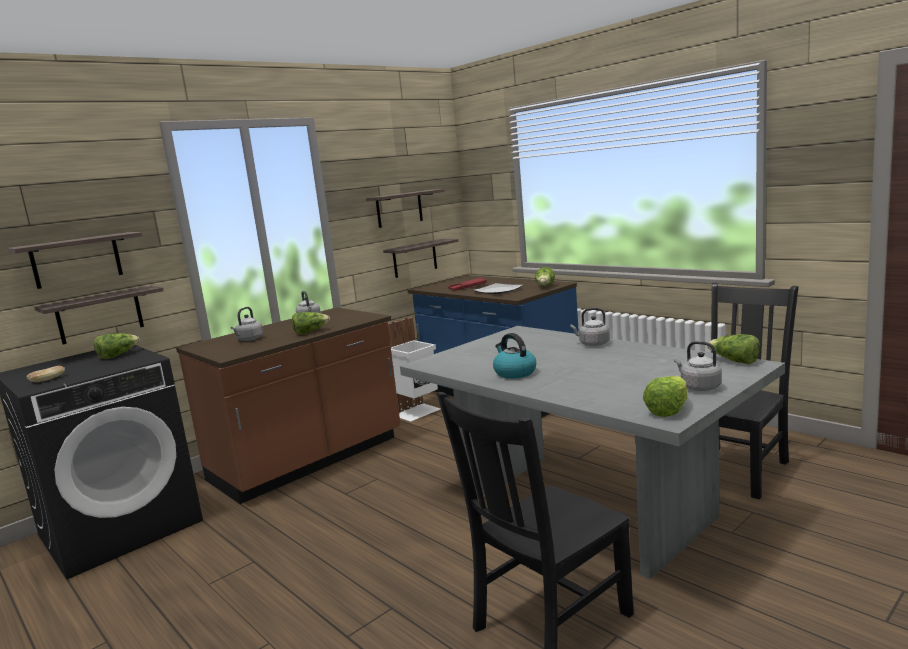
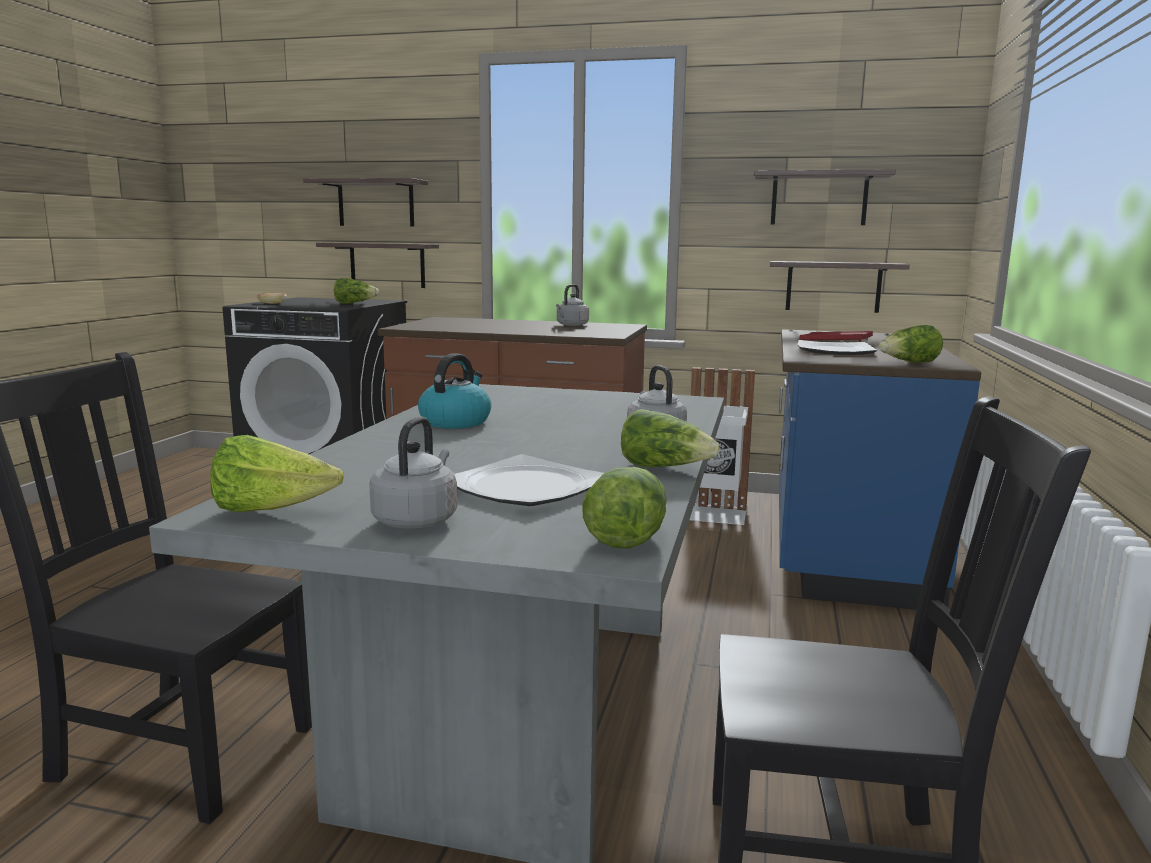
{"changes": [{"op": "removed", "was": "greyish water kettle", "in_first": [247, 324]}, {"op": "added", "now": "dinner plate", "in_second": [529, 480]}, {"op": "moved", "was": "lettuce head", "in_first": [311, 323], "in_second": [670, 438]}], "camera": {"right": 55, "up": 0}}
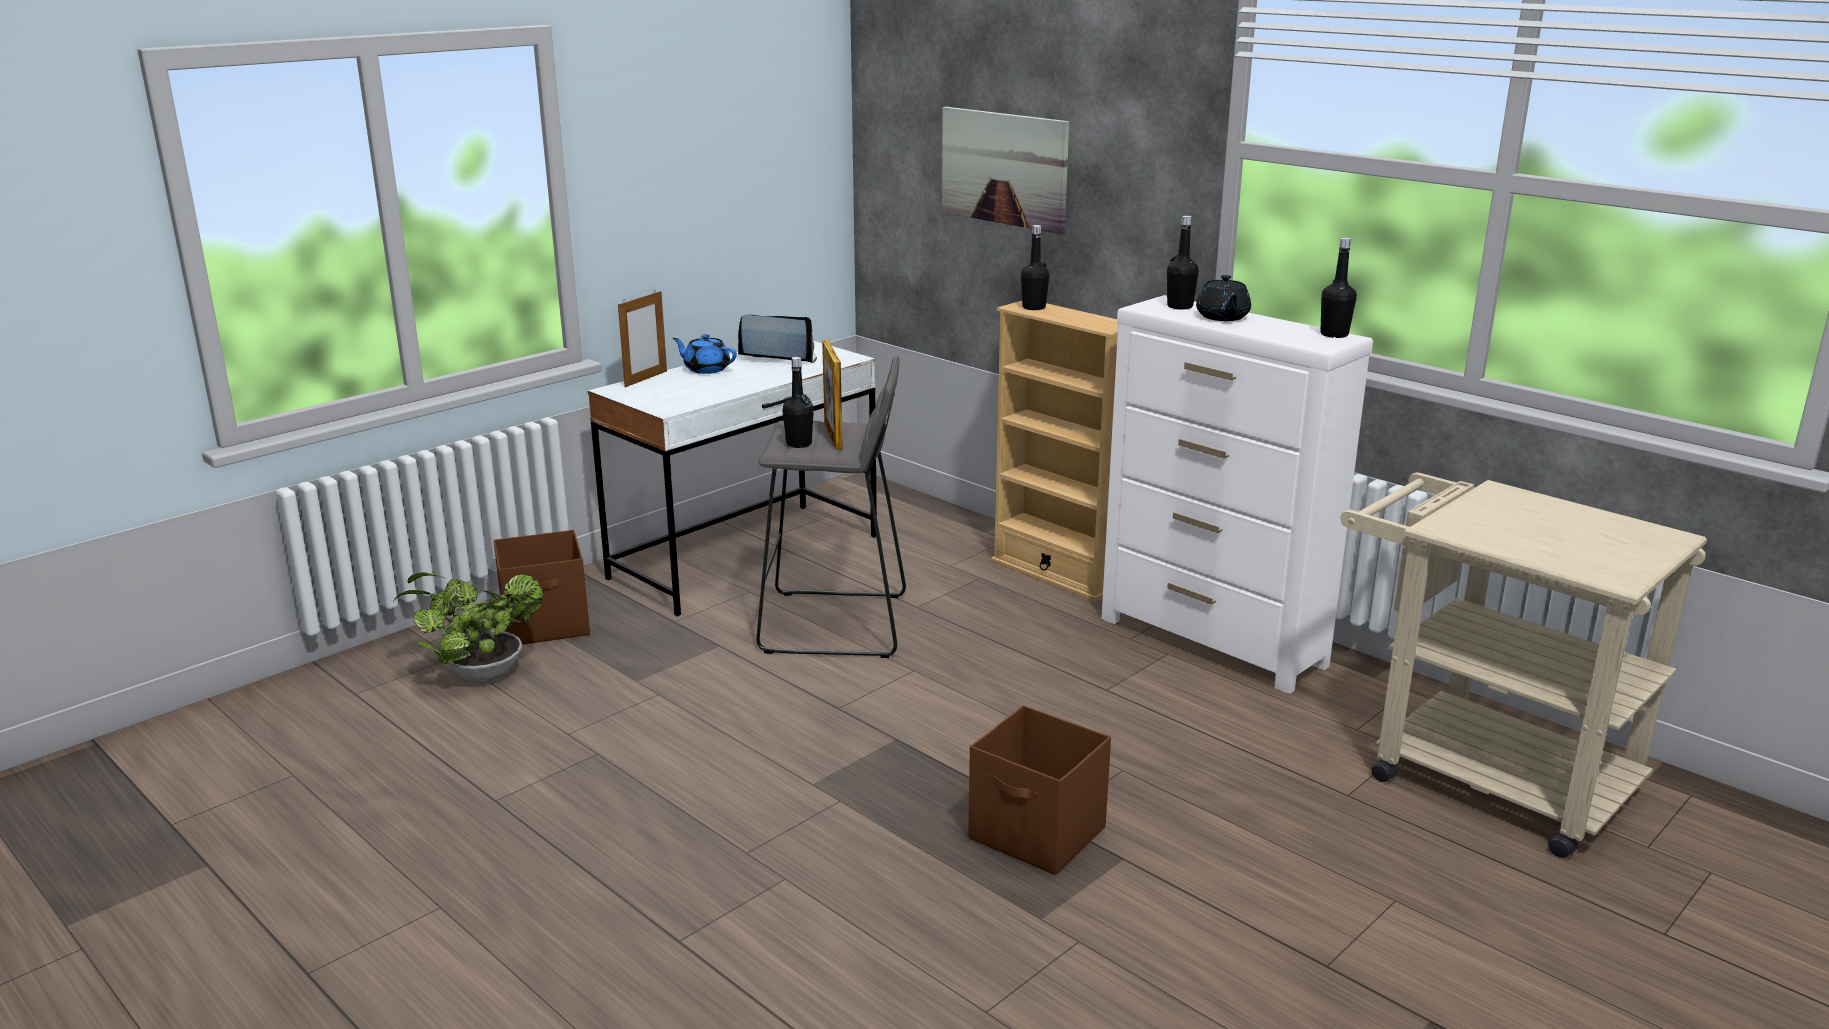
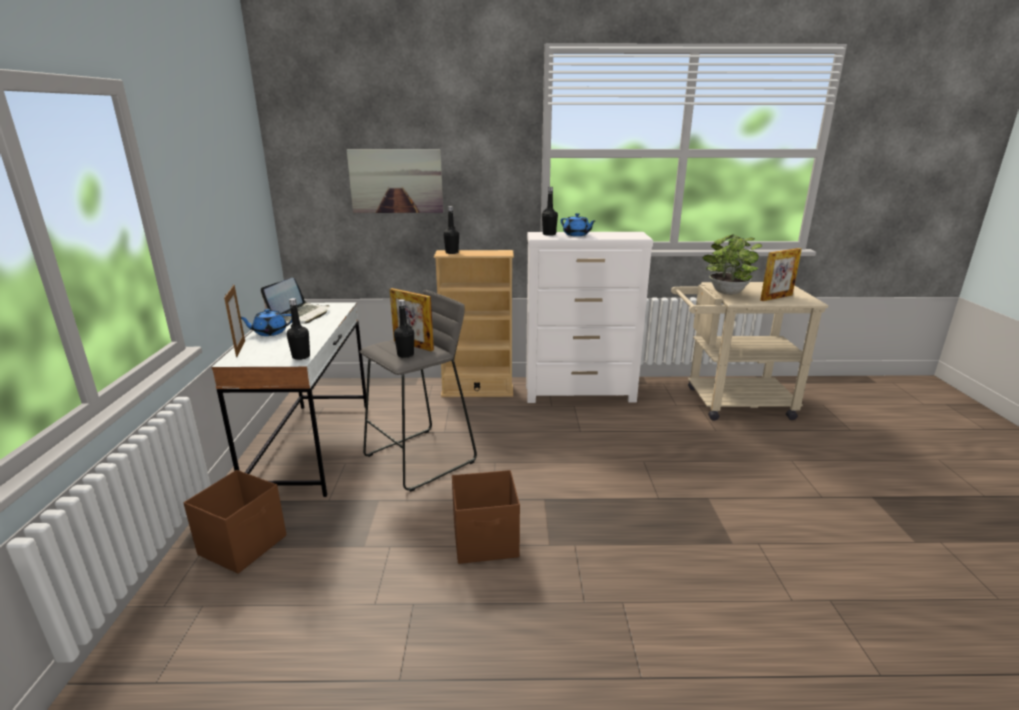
{"changes": [{"op": "added", "now": "standing frame", "in_second": [781, 274]}, {"op": "moved", "was": "plant in a pot", "in_first": [468, 627], "in_second": [732, 264]}, {"op": "moved", "was": "brownish storage container", "in_first": [1039, 790], "in_second": [486, 517]}, {"op": "moved", "was": "blackish beverage bottle", "in_first": [1338, 287], "in_second": [298, 329]}, {"op": "recoloured", "was": "blackish teapot", "now": "blue-coloured teapot", "in_first": [1223, 298], "in_second": [578, 224]}, {"op": "turned", "was": "laptop", "in_first": [777, 339], "in_second": [295, 301], "clockwise": 150}], "camera": {"right": -45, "up": 0}}
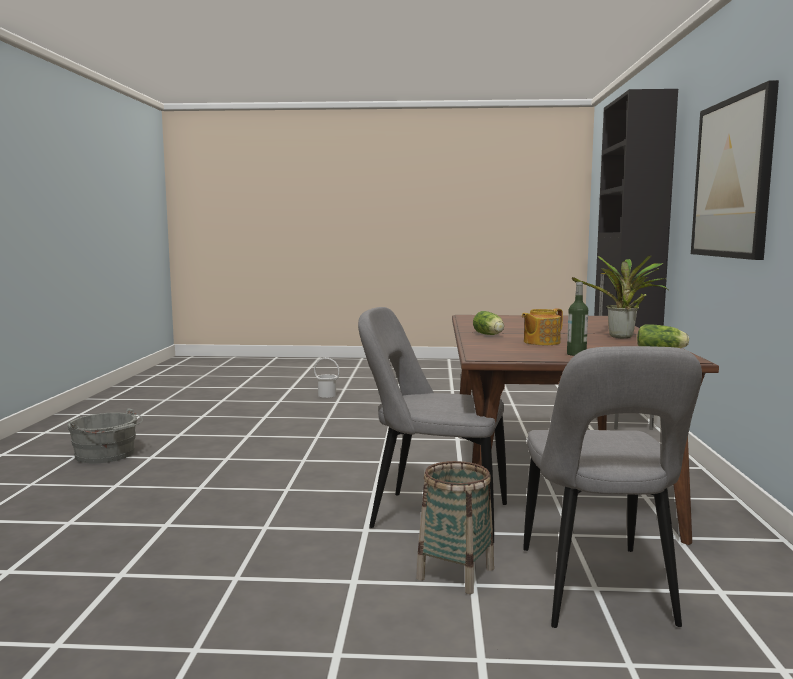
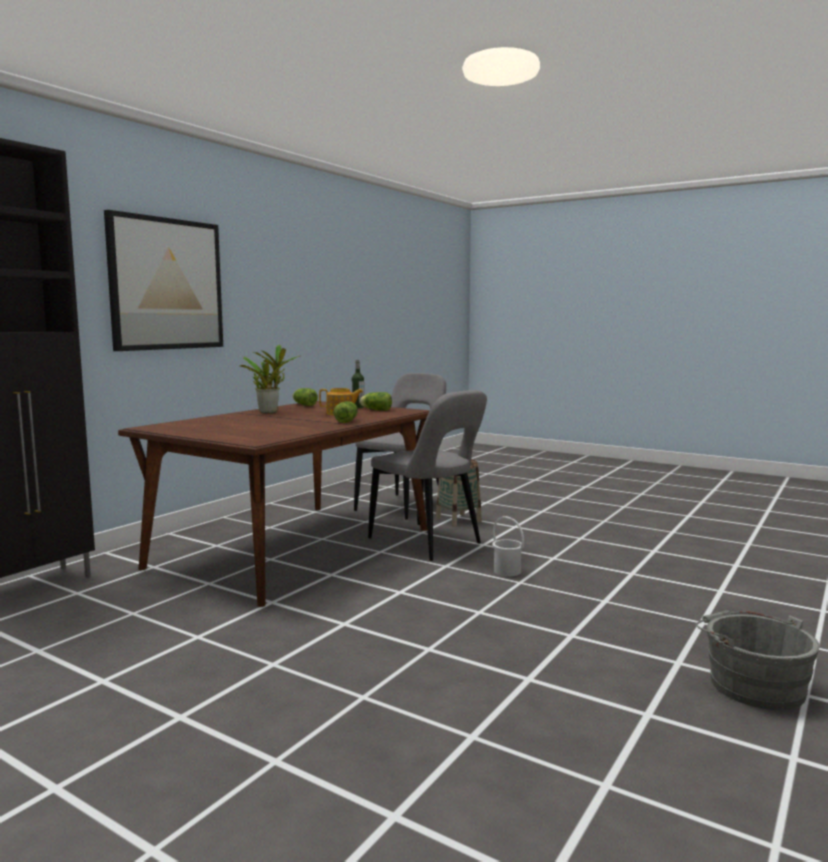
{"changes": [{"op": "added", "now": "lettuce head", "in_second": [375, 401]}, {"op": "moved", "was": "white-coloured pail", "in_first": [327, 378], "in_second": [508, 546]}], "camera": {"right": -150, "up": 0}}
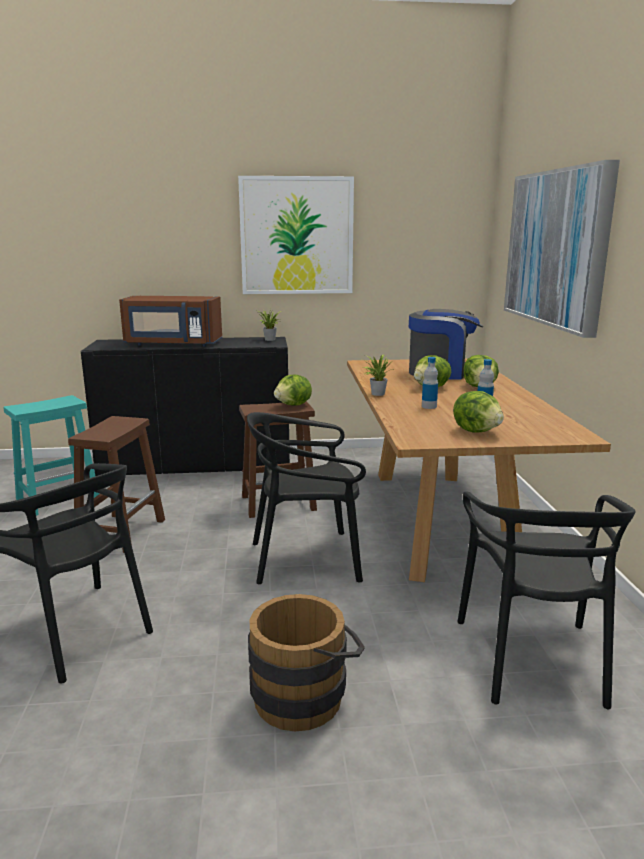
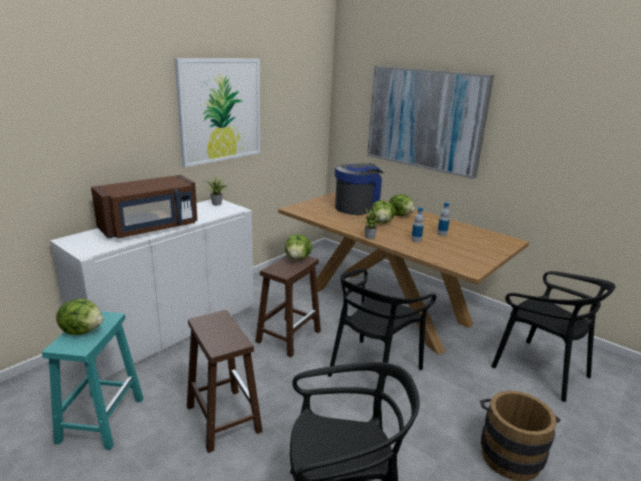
{"changes": [{"op": "moved", "was": "lettuce head", "in_first": [478, 412], "in_second": [79, 317]}, {"op": "recoloured", "was": "blackish storage cabinet", "now": "white-coloured storage cabinet", "in_first": [185, 406], "in_second": [151, 289]}], "camera": {"right": -45, "up": 5}}
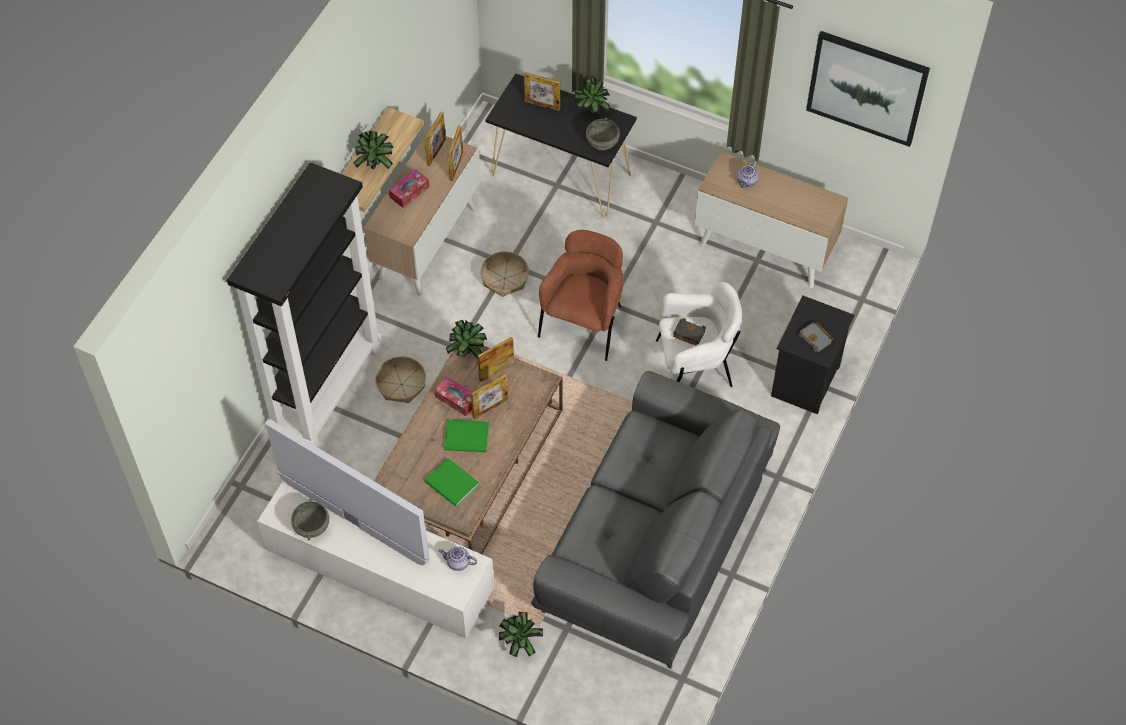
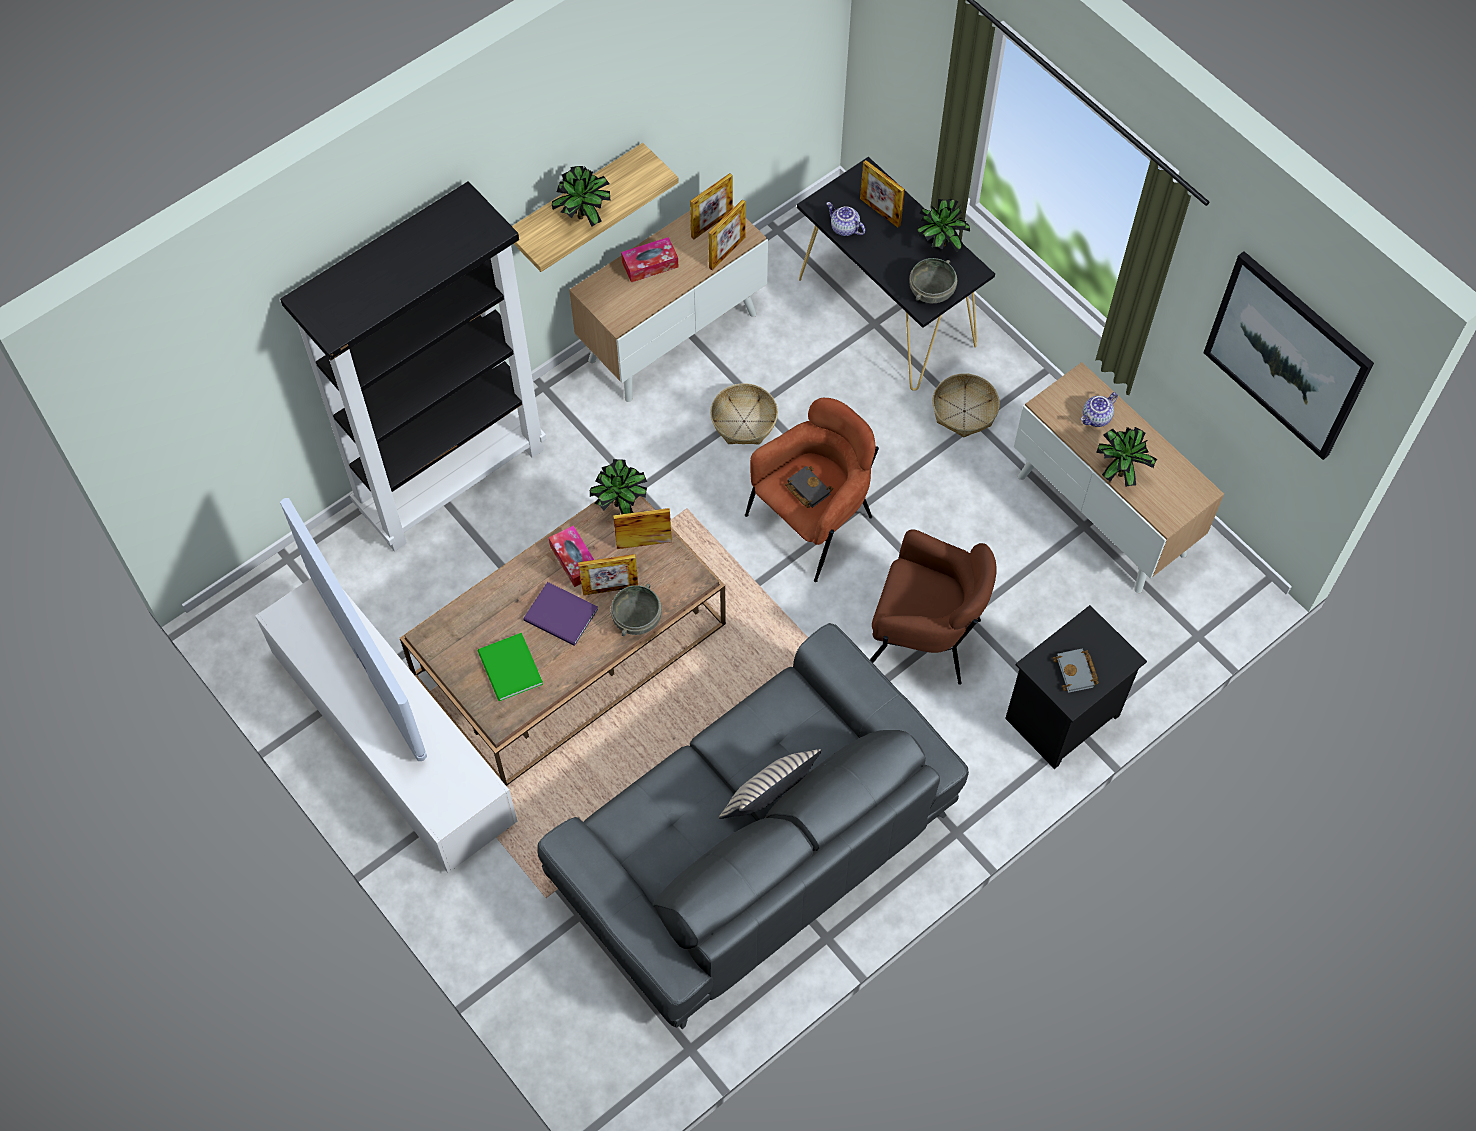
{"changes": [{"op": "added", "now": "beige cushion", "in_second": [770, 784]}, {"op": "moved", "was": "greyish deep dish", "in_first": [310, 519], "in_second": [636, 610]}, {"op": "moved", "was": "storage basket", "in_first": [400, 379], "in_second": [966, 405]}, {"op": "moved", "was": "teapot", "in_first": [458, 559], "in_second": [845, 219]}, {"op": "moved", "was": "plant in a pot", "in_first": [521, 634], "in_second": [1126, 457]}, {"op": "moved", "was": "blackish volume", "in_first": [689, 331], "in_second": [809, 487]}, {"op": "recoloured", "was": "green volume", "now": "purple-coloured volume", "in_first": [466, 435], "in_second": [560, 614]}, {"op": "recoloured", "was": "white-coloured lounge chair", "now": "brownish lounge chair", "in_first": [699, 334], "in_second": [933, 607]}], "camera": {"right": 25, "up": 5}}
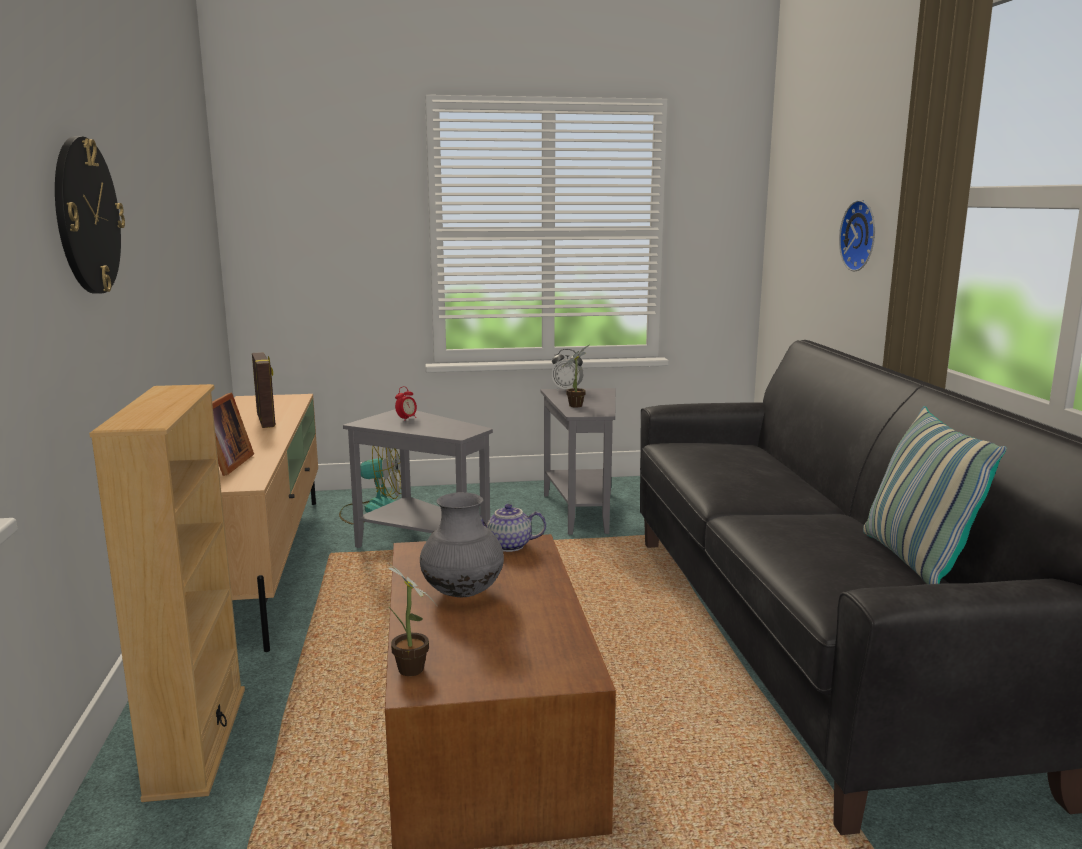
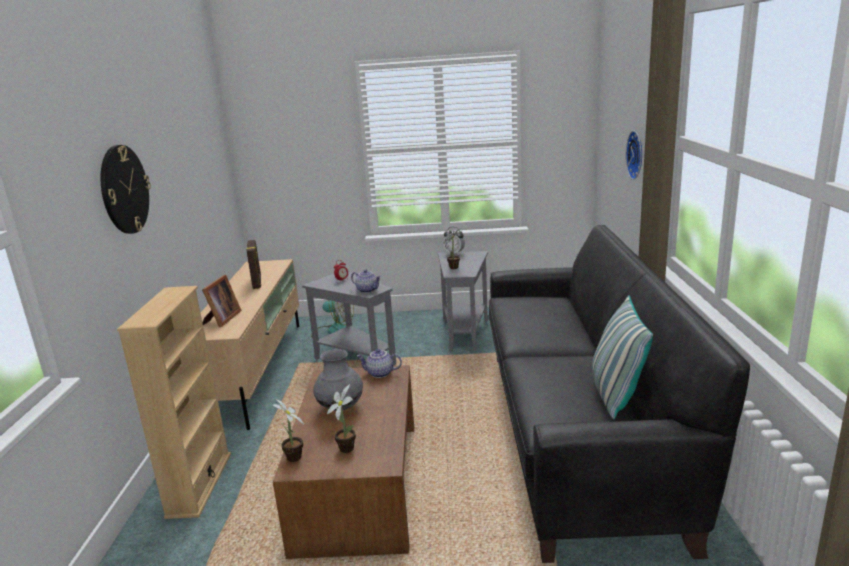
{"changes": [{"op": "added", "now": "plant in a pot", "in_second": [341, 418]}, {"op": "added", "now": "teapot", "in_second": [366, 281]}], "camera": {"right": 10, "up": 5}}
